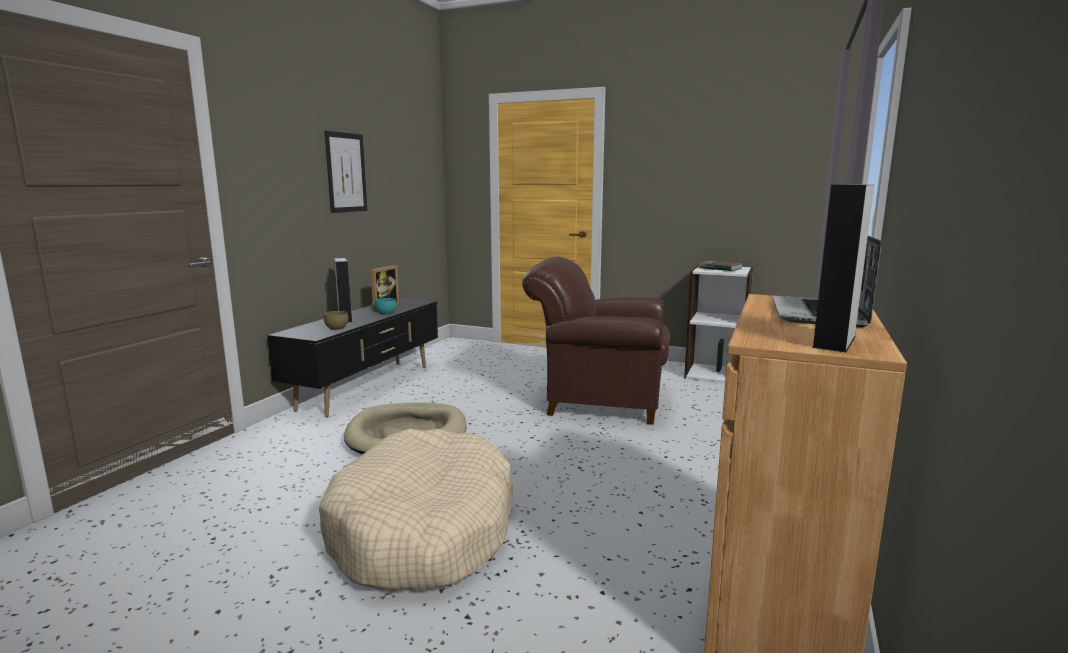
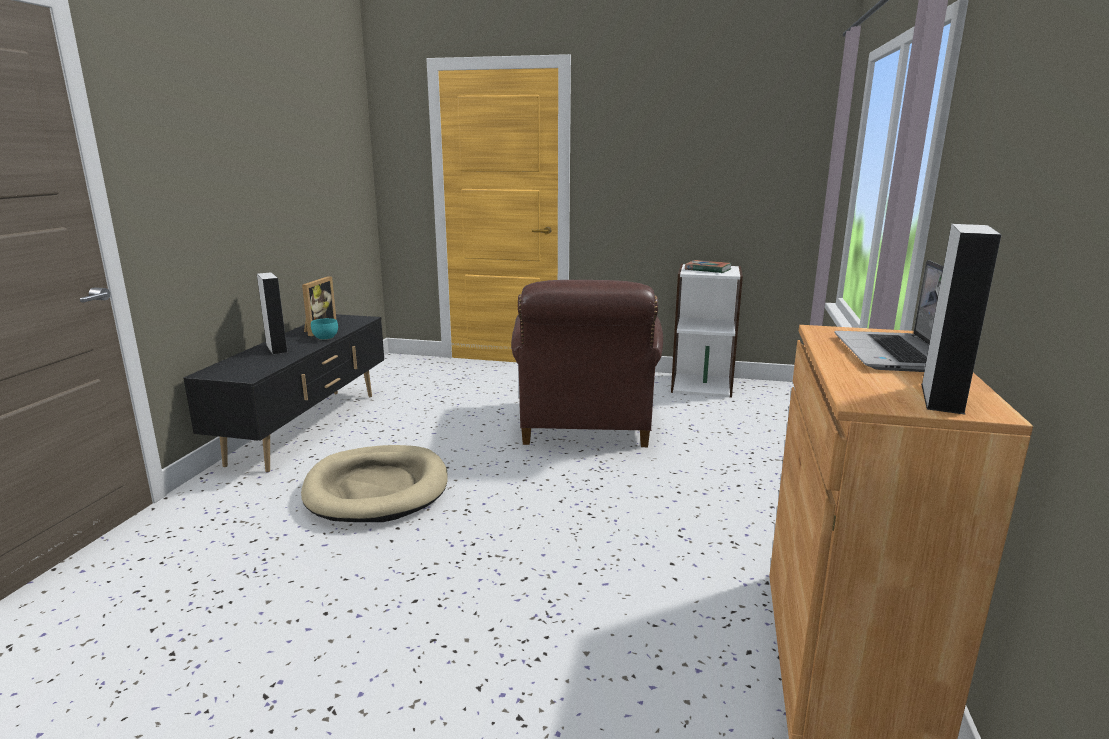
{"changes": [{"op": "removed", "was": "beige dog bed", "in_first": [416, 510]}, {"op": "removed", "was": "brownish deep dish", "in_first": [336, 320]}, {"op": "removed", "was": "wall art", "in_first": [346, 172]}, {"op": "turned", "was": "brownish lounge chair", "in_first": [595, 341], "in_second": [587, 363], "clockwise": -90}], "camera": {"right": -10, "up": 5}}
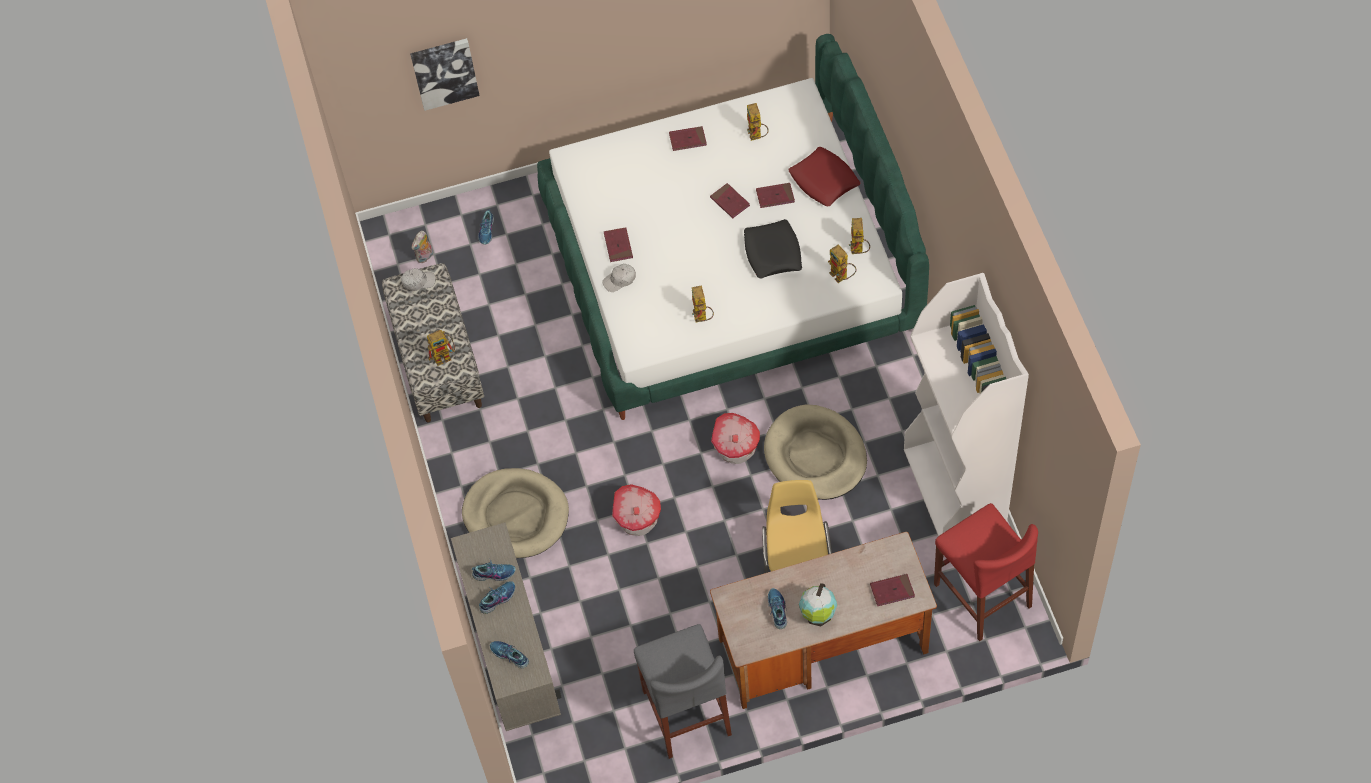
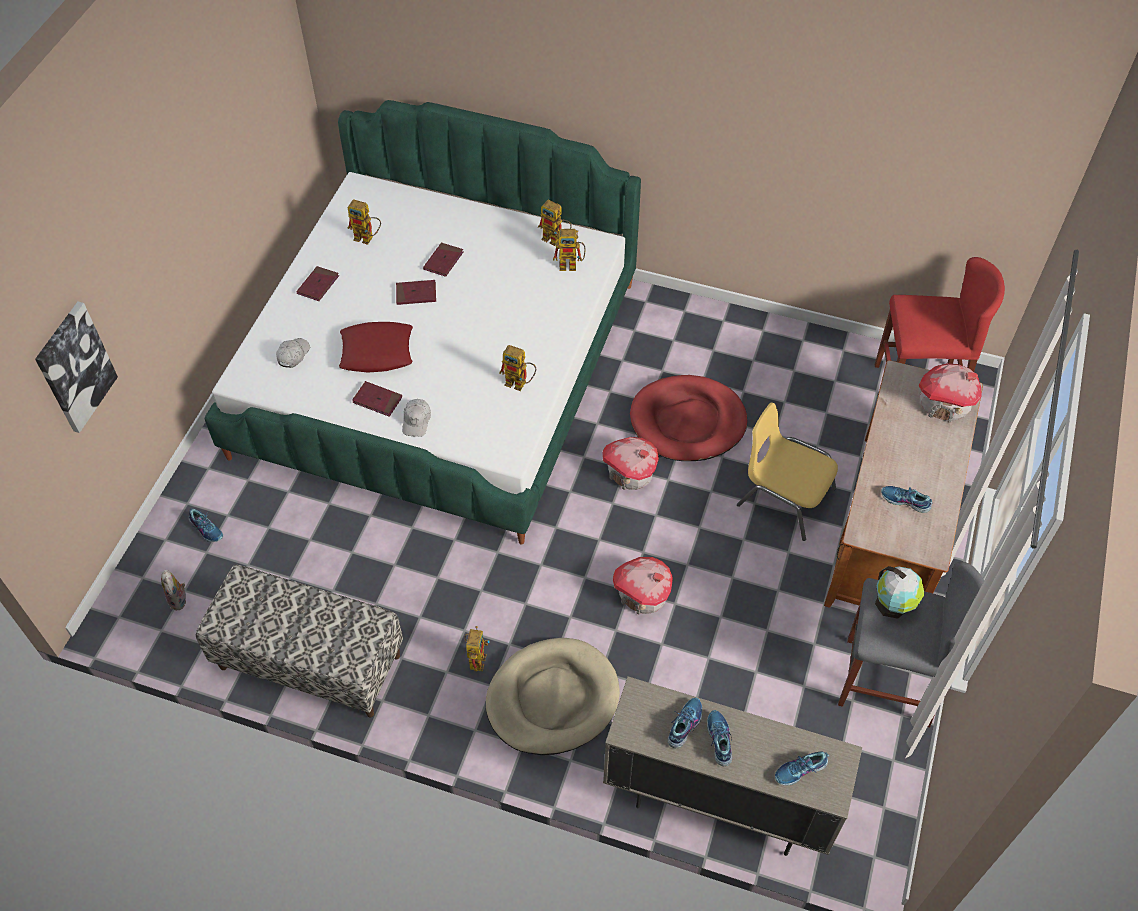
{"changes": [{"op": "removed", "was": "blackish cushion", "in_first": [773, 249]}, {"op": "removed", "was": "white-coloured bookcase", "in_first": [966, 404]}, {"op": "moved", "was": "white-coloured cap", "in_first": [418, 279], "in_second": [293, 353]}, {"op": "moved", "was": "robot figure", "in_first": [441, 348], "in_second": [477, 648]}, {"op": "moved", "was": "reddish cushion", "in_first": [824, 177], "in_second": [376, 347]}, {"op": "moved", "was": "globe", "in_first": [818, 605], "in_second": [899, 592]}, {"op": "replaced", "was": "reddish volume", "now": "model house", "in_first": [892, 590], "in_second": [950, 393]}, {"op": "recoloured", "was": "beige dog bed", "now": "reddish dog bed", "in_first": [815, 452], "in_second": [688, 418]}], "camera": {"right": -60, "up": -5}}
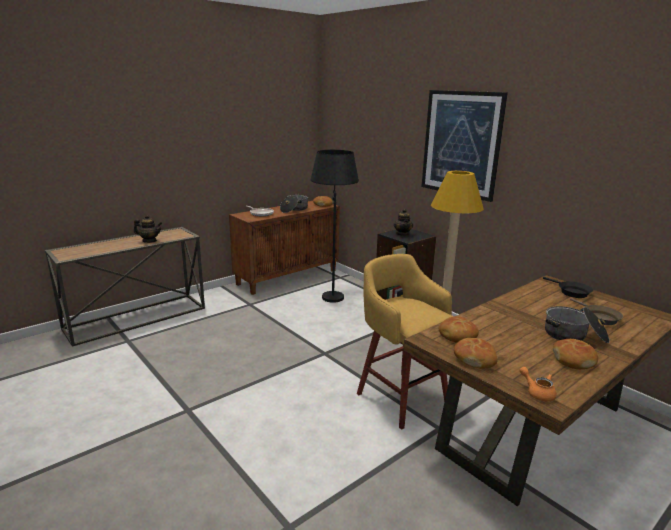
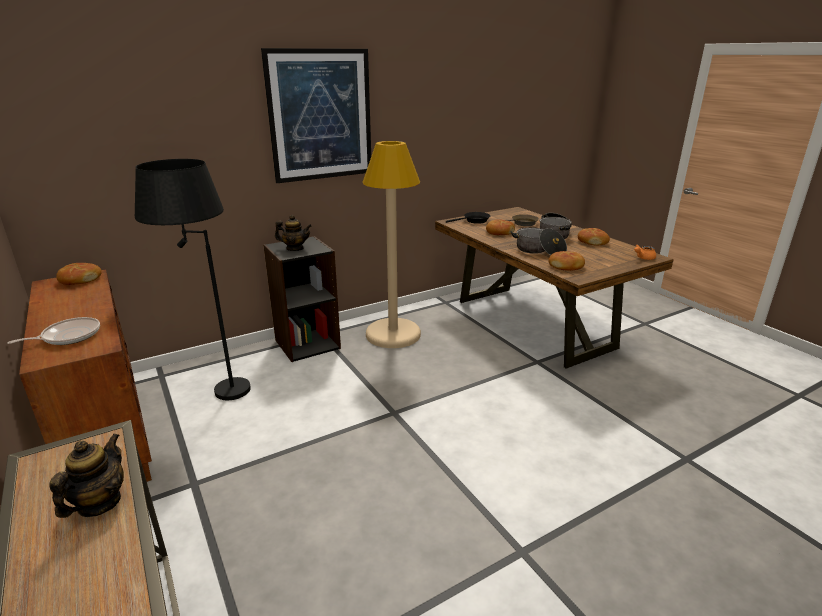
{"changes": [{"op": "removed", "was": "yellowish stool seat", "in_first": [405, 342]}, {"op": "moved", "was": "stockpot", "in_first": [294, 203], "in_second": [538, 241]}, {"op": "moved", "was": "baked bread", "in_first": [476, 353], "in_second": [500, 227]}], "camera": {"right": -80, "up": 5}}
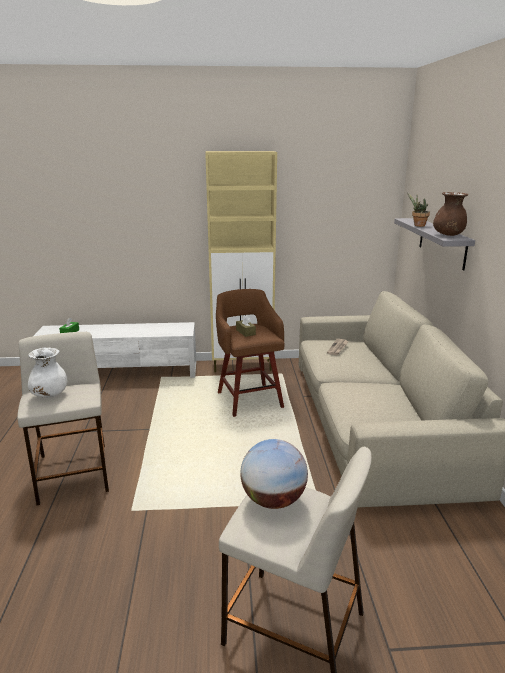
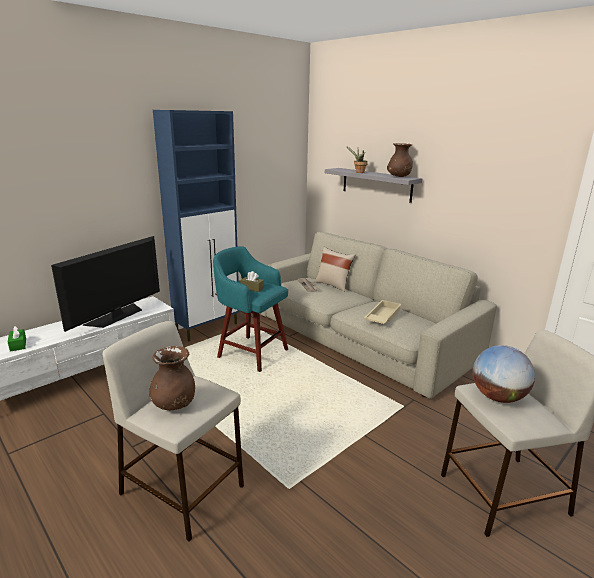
{"changes": [{"op": "added", "now": "television", "in_second": [105, 284]}, {"op": "added", "now": "beige cushion", "in_second": [335, 269]}, {"op": "added", "now": "beige serving tray", "in_second": [383, 312]}, {"op": "recoloured", "was": "white-coloured decorative vase", "now": "brownish decorative vase", "in_first": [48, 372], "in_second": [172, 378]}, {"op": "recoloured", "was": "beige storage cabinet", "now": "blue-coloured storage cabinet", "in_first": [241, 261], "in_second": [196, 225]}, {"op": "recoloured", "was": "brownish stool seat", "now": "turquoise stool seat", "in_first": [250, 353], "in_second": [250, 309]}], "camera": {"right": -40, "up": 0}}
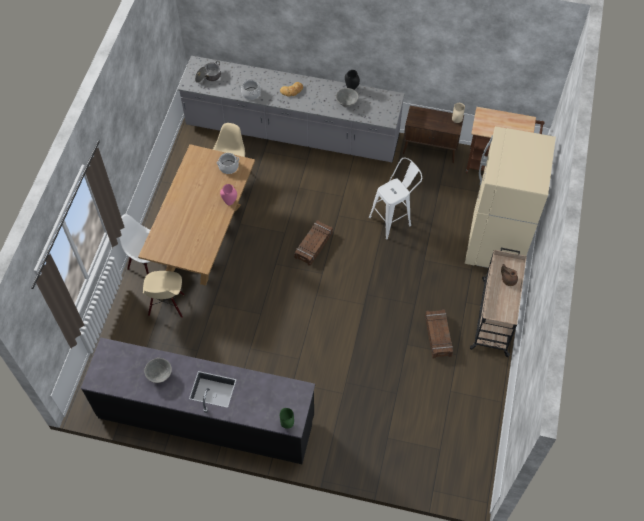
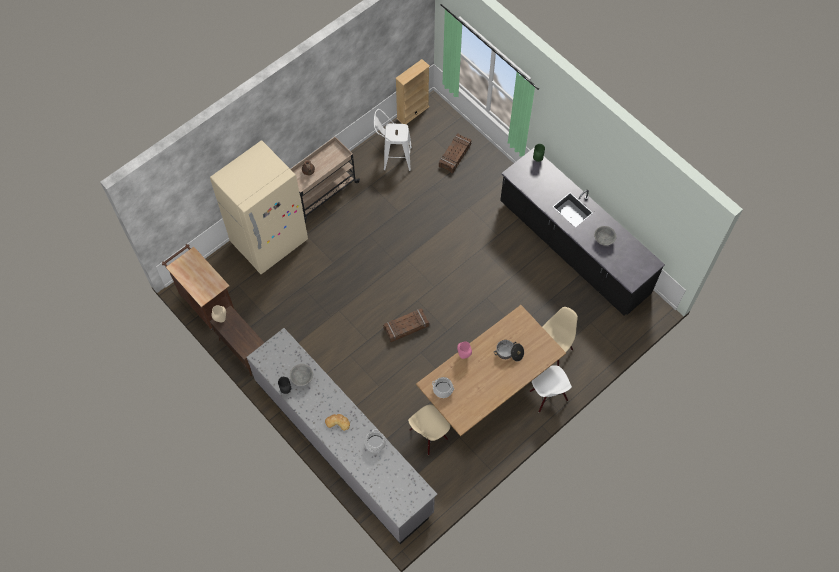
{"changes": [{"op": "added", "now": "beige bookcase", "in_second": [412, 91]}, {"op": "moved", "was": "stockpot", "in_first": [208, 72], "in_second": [509, 351]}, {"op": "moved", "was": "white-coloured stool seat", "in_first": [395, 198], "in_second": [393, 140]}, {"op": "moved", "was": "crate", "in_first": [439, 333], "in_second": [455, 153]}], "camera": {"right": -145, "up": 5}}
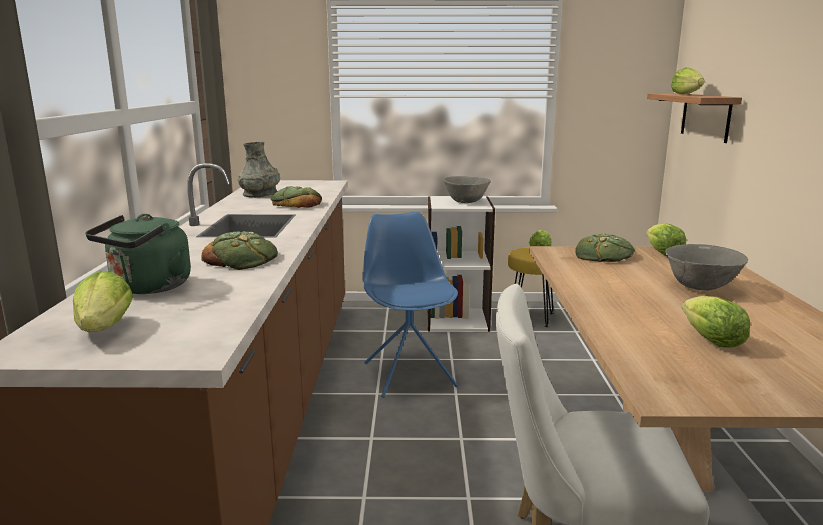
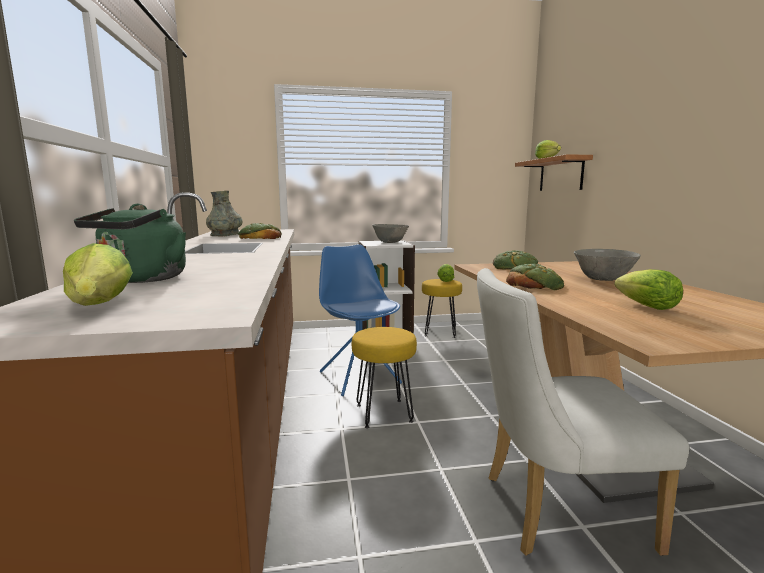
{"changes": [{"op": "removed", "was": "lettuce head", "in_first": [666, 239]}, {"op": "added", "now": "yellowish stool seat", "in_second": [384, 377]}, {"op": "moved", "was": "baked bread", "in_first": [239, 250], "in_second": [535, 277]}], "camera": {"right": -10, "up": -5}}
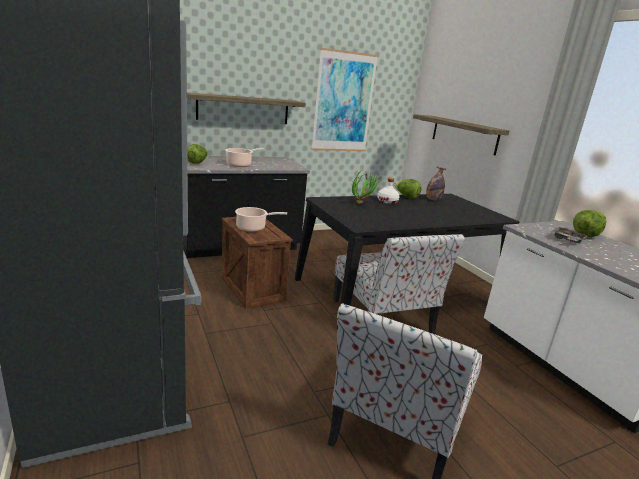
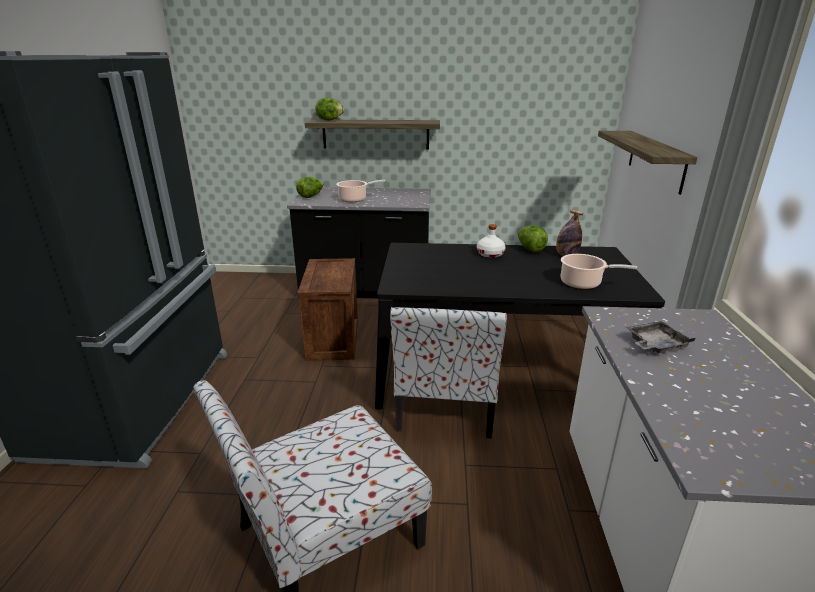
{"changes": [{"op": "removed", "was": "wall art", "in_first": [344, 99]}, {"op": "removed", "was": "plant in a pot", "in_first": [366, 186]}, {"op": "moved", "was": "stockpot", "in_first": [261, 219], "in_second": [598, 271]}, {"op": "moved", "was": "lettuce head", "in_first": [590, 223], "in_second": [330, 109]}], "camera": {"right": 30, "up": 5}}
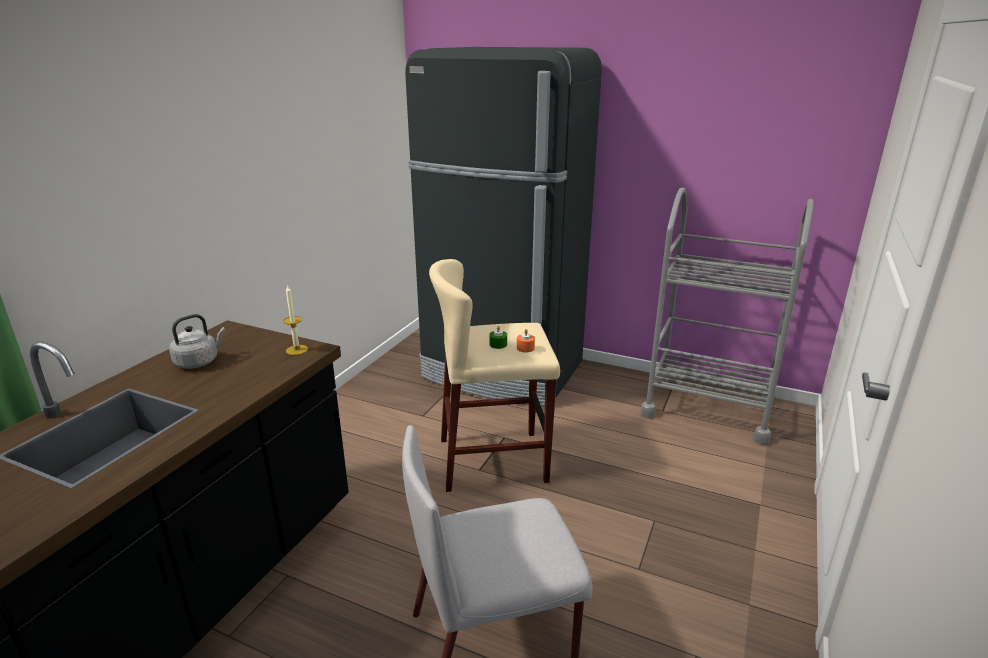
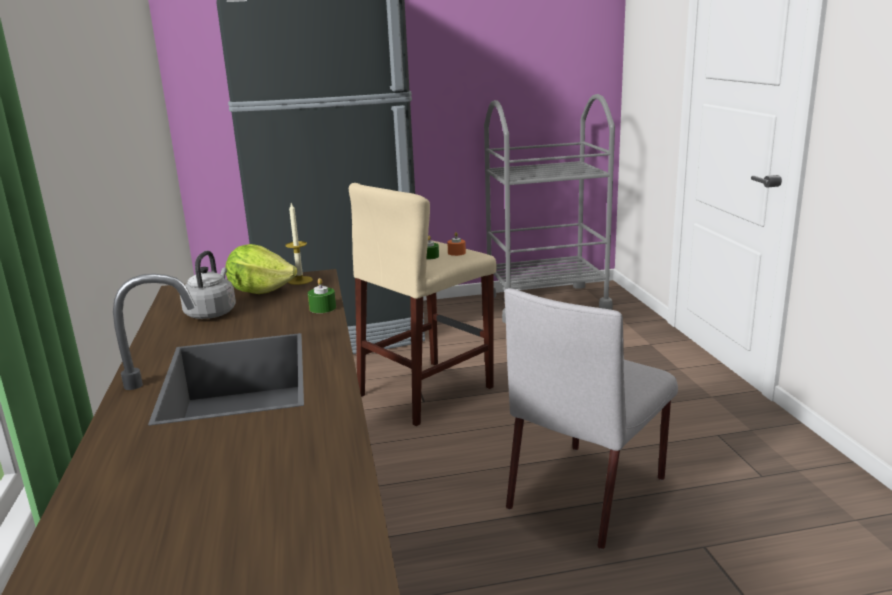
{"changes": [{"op": "added", "now": "lettuce head", "in_second": [261, 269]}, {"op": "added", "now": "green wax candle", "in_second": [322, 295]}], "camera": {"right": -35, "up": -5}}
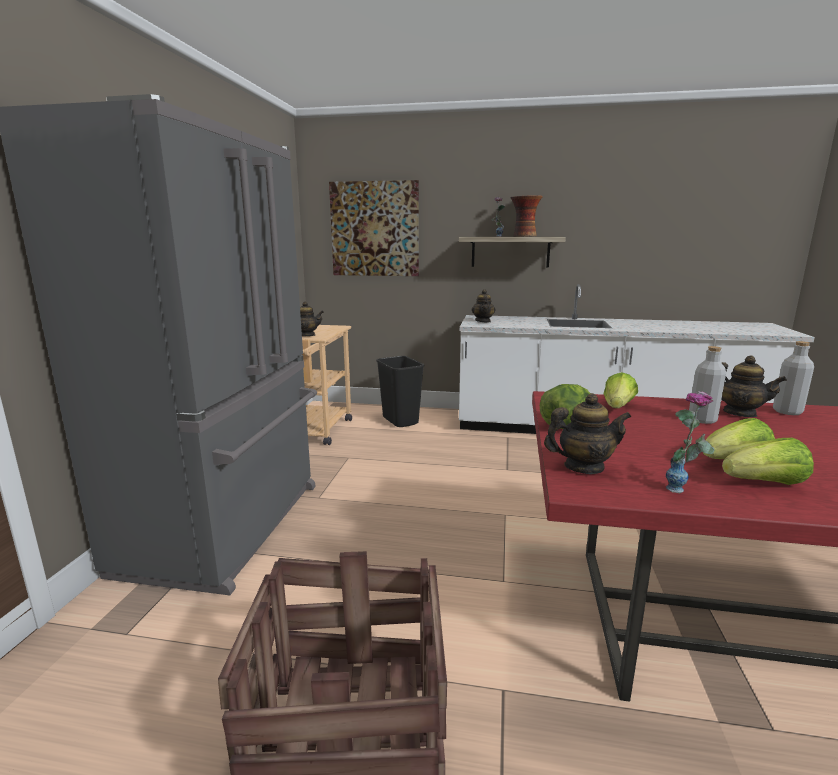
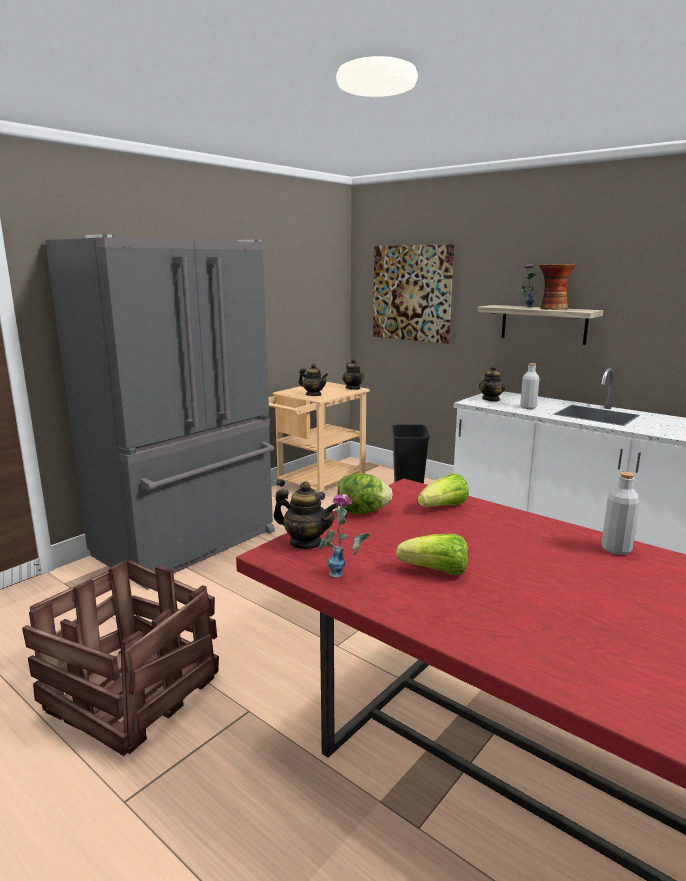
{"changes": [{"op": "removed", "was": "lettuce head", "in_first": [768, 461]}, {"op": "moved", "was": "greyish beverage bottle", "in_first": [707, 385], "in_second": [529, 386]}, {"op": "moved", "was": "teapot", "in_first": [754, 386], "in_second": [353, 374]}], "camera": {"right": 30, "up": 0}}
